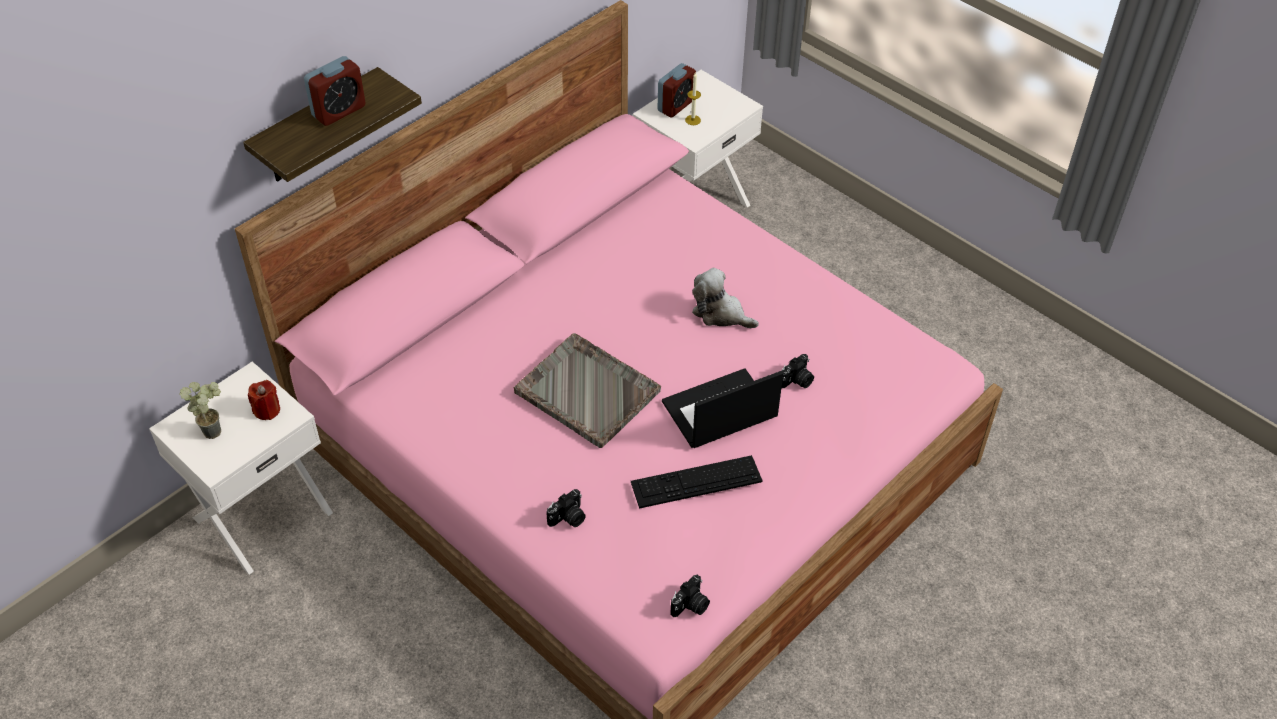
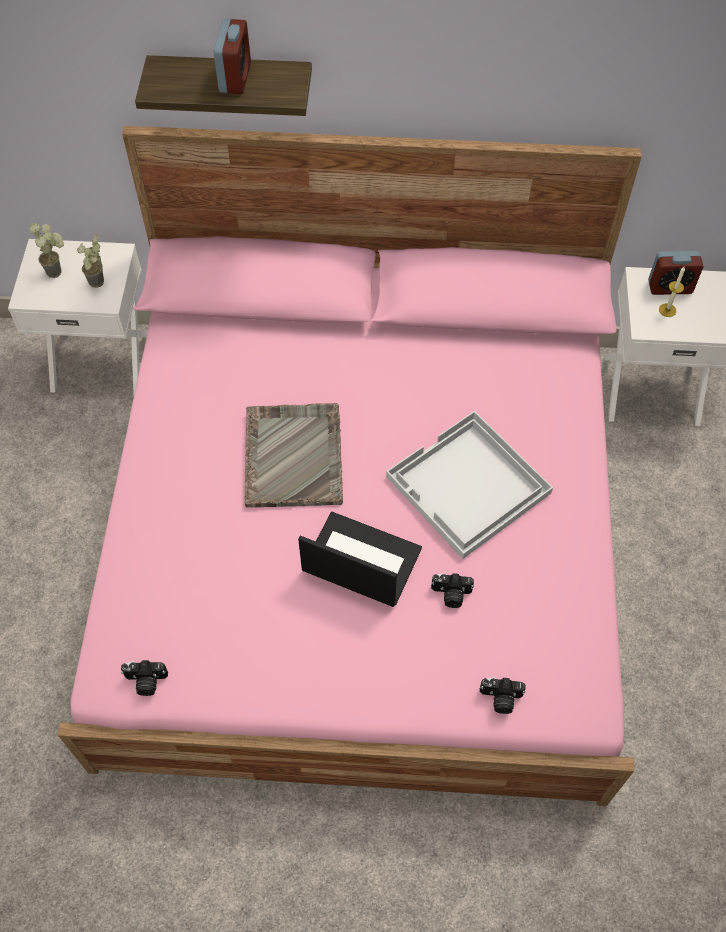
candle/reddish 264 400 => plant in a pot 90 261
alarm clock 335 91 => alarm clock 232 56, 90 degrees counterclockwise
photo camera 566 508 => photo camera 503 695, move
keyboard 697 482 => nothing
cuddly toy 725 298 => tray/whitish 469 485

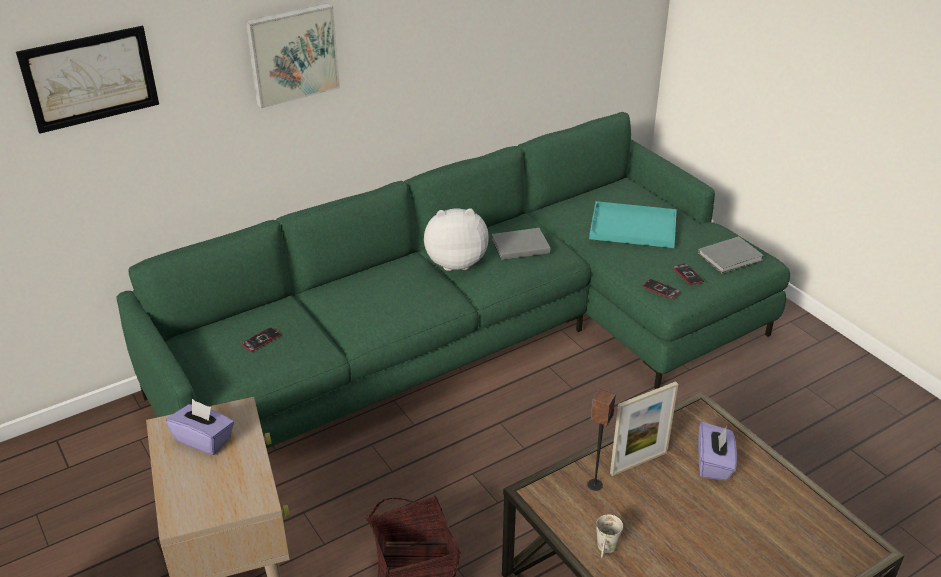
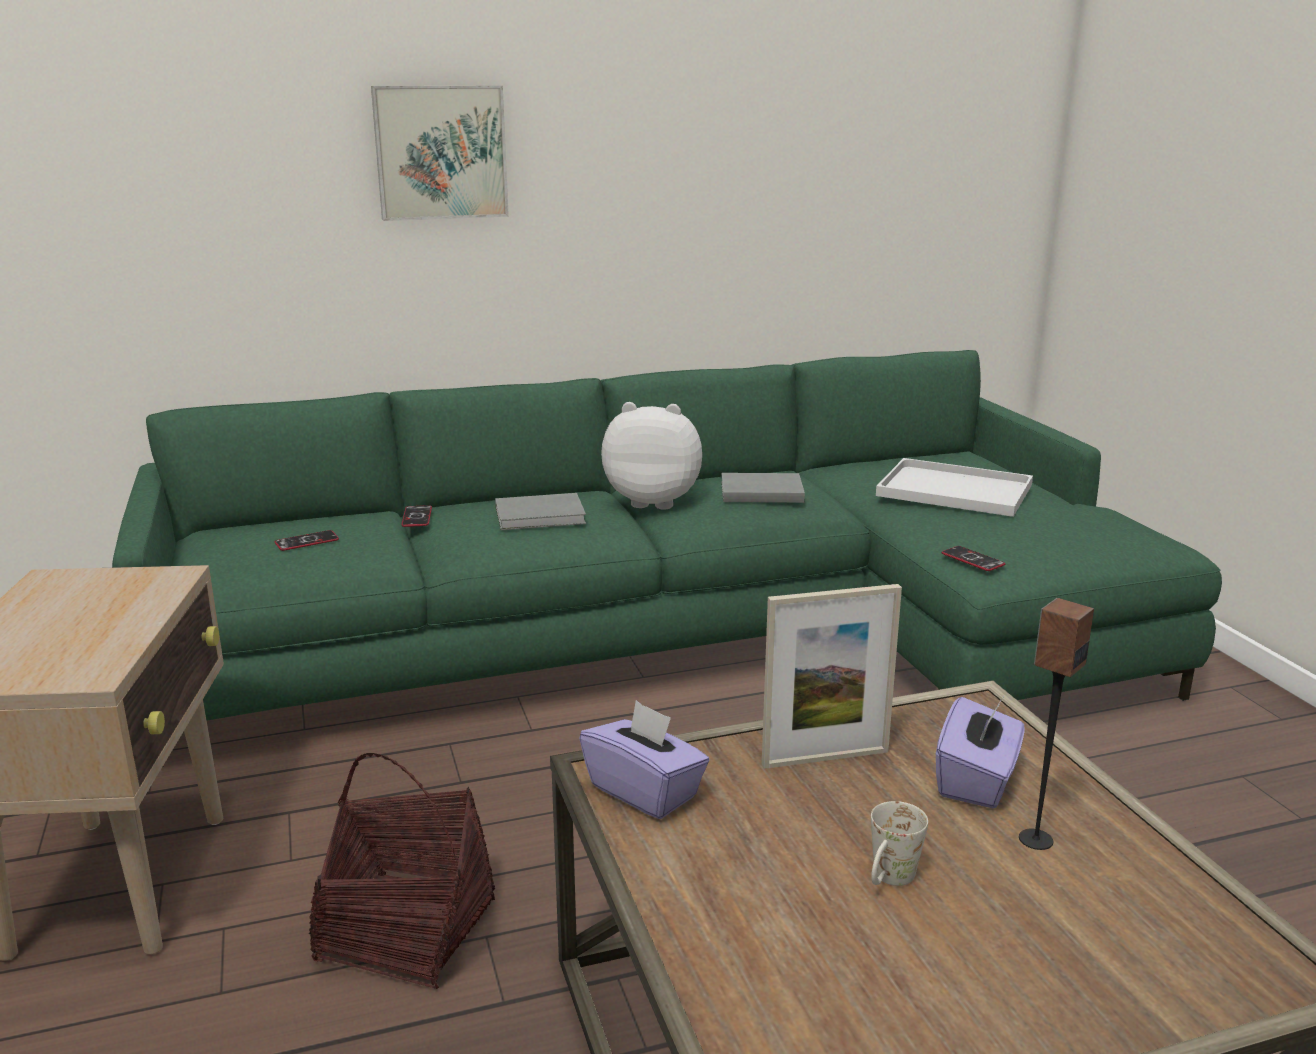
wall art 87 80 => nothing
tissue box/purplish 200 427 => tissue box/purplish 644 759, move
loudspeaker 601 440 => loudspeaker 1056 724, move
tray/turquoise 633 224 => tray/whitish 954 487
tea mug/whitish 609 536 => tea mug/whitish 899 843, move
phone 688 274 => phone 417 516, move
book/greyish 731 255 => book/greyish 540 511, move

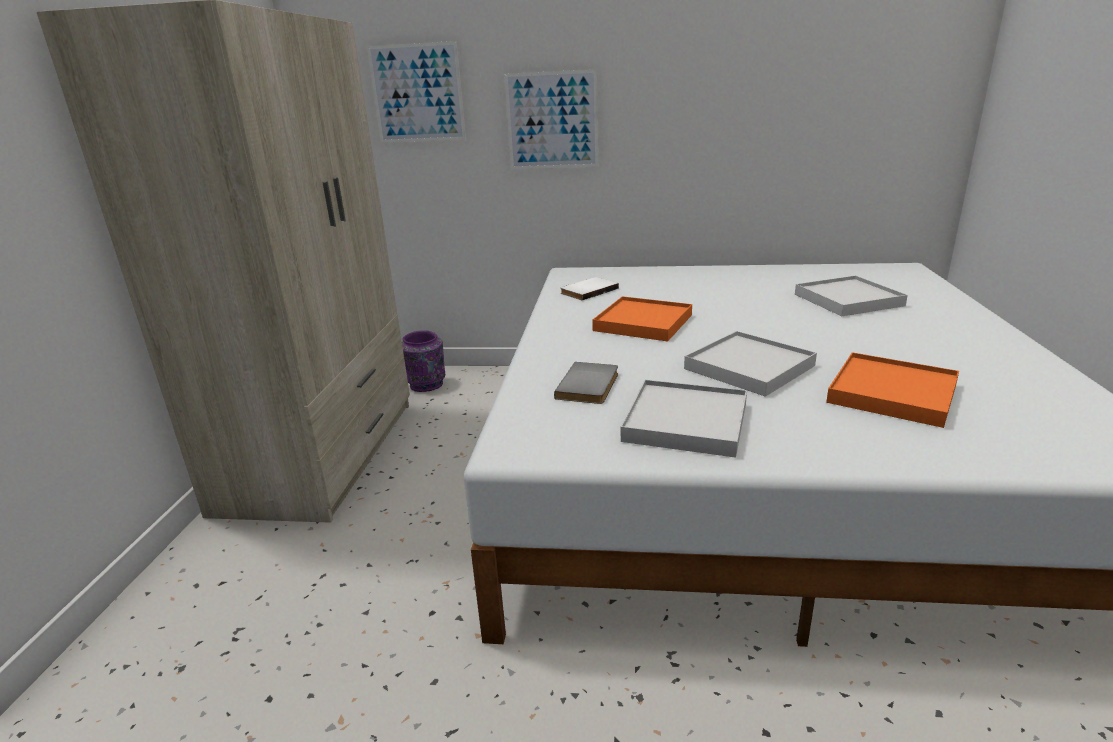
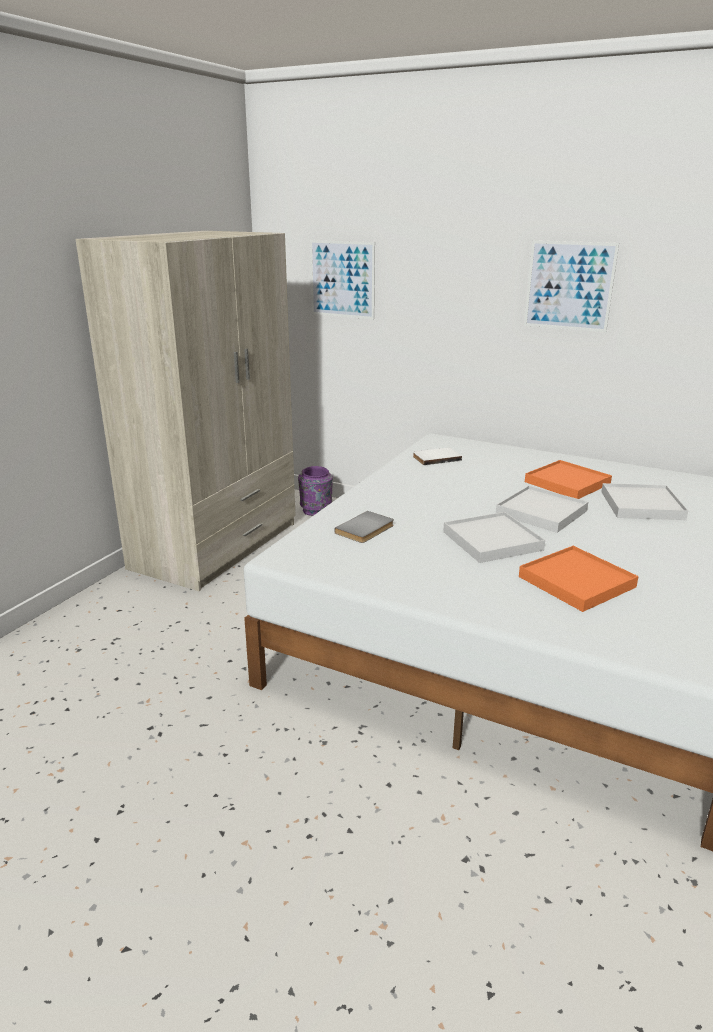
wall art 551 119 => wall art 571 286, move
tray/orangey 642 319 => tray/orangey 568 479, move
tray/whitish 684 419 => tray/whitish 542 509, move

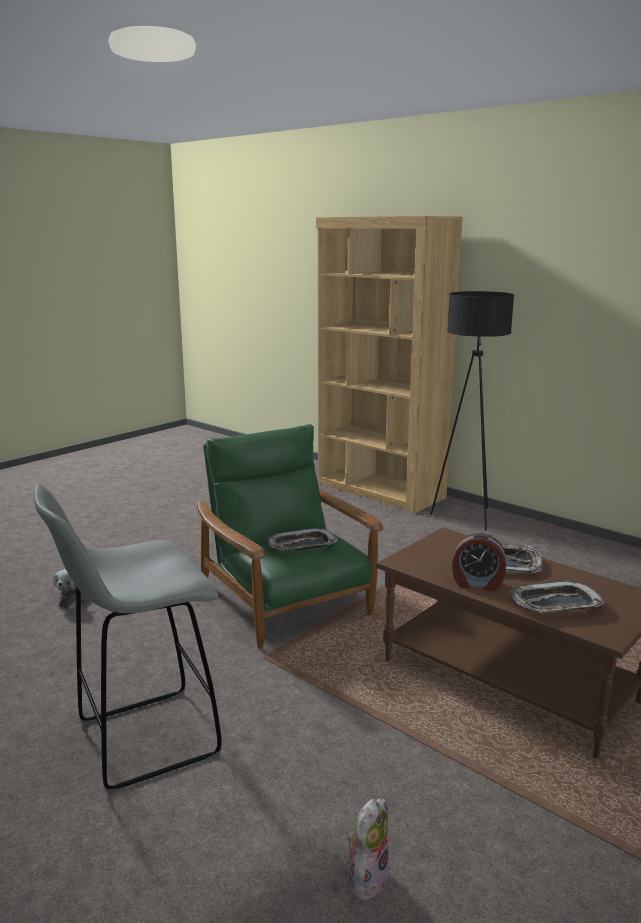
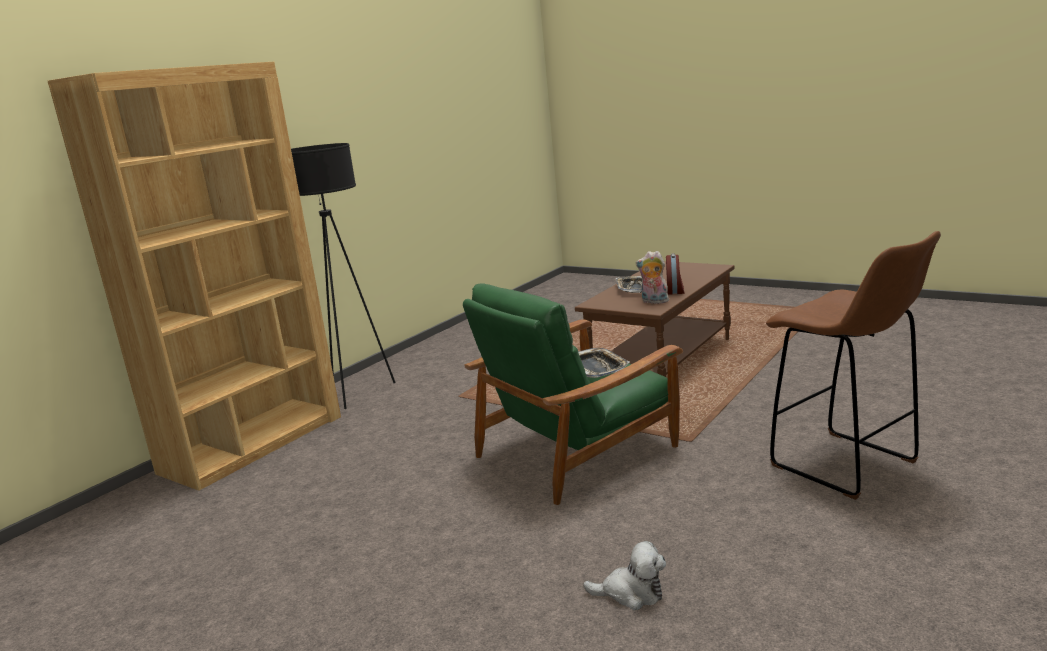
sitting stool/greyish 128 639 => sitting stool/brownish 853 365
cuddly toy 368 849 => cuddly toy 652 277, move
tray 557 597 => nothing

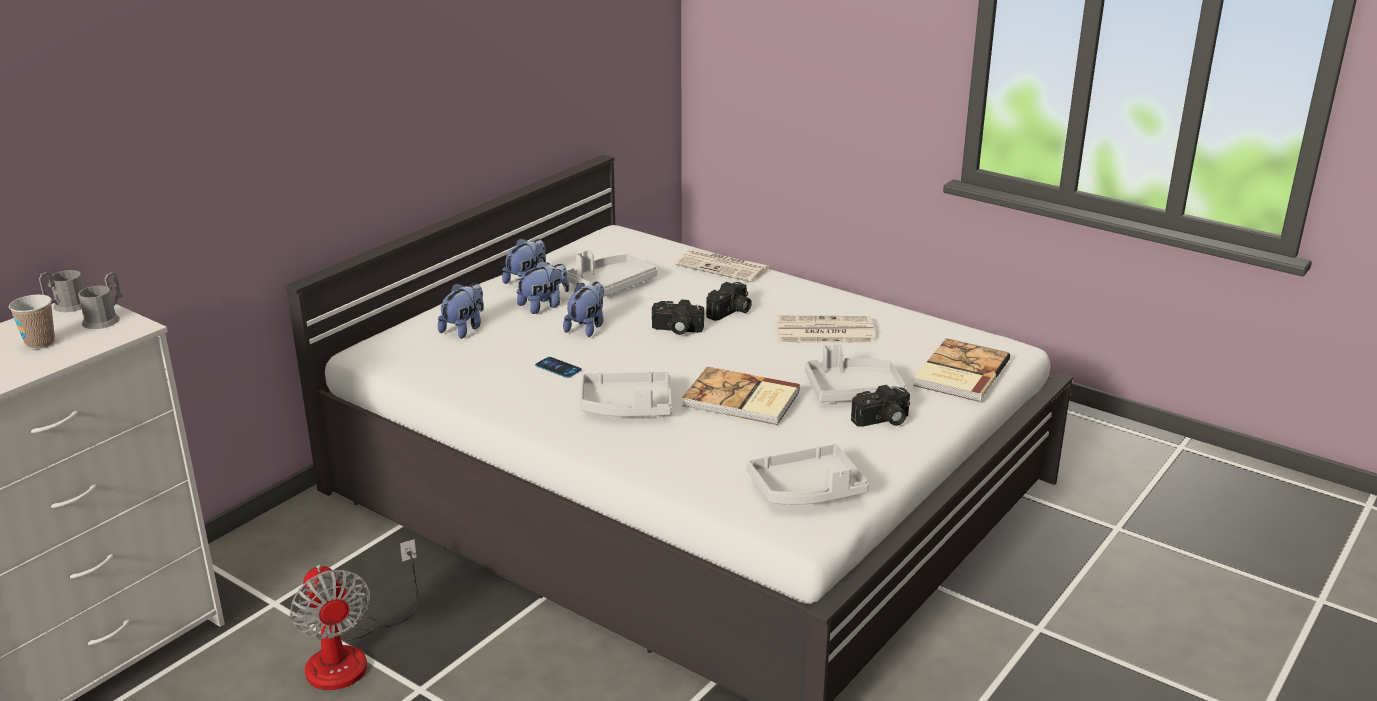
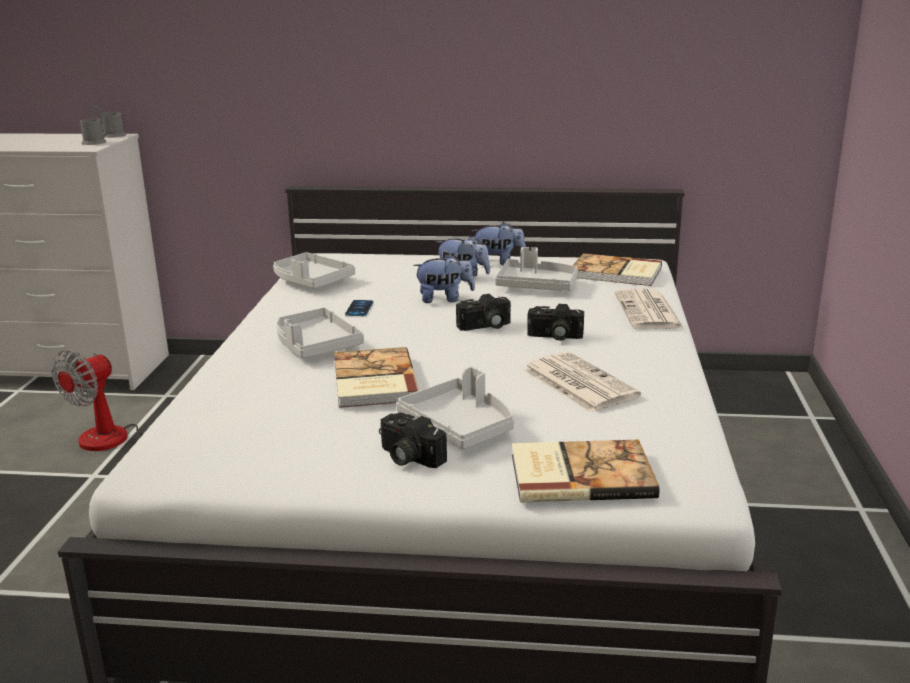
cup 32 322 => nothing
cuddly toy 461 311 => nothing
photo camera 678 317 => photo camera 483 312, 90 degrees counterclockwise
tray/greyish 808 474 => tray/greyish 314 270, move
nothing => book 617 269

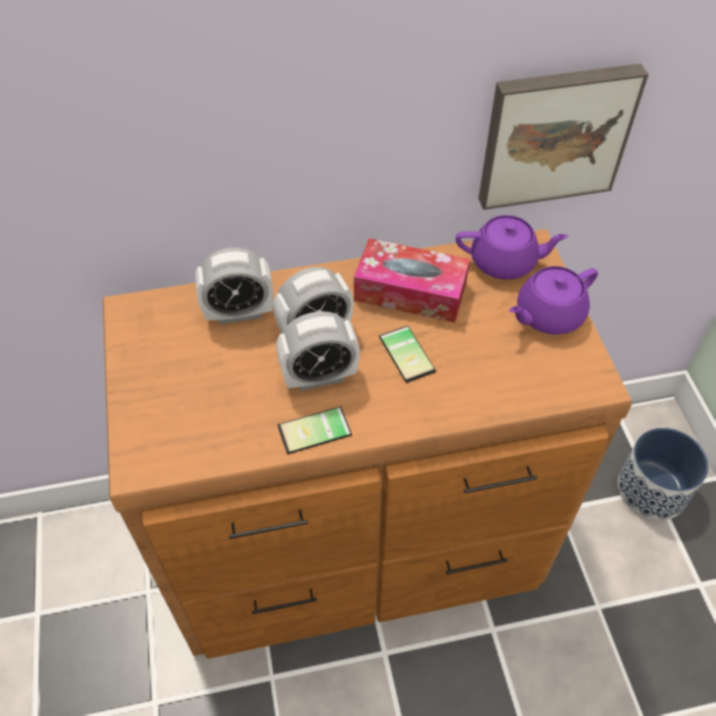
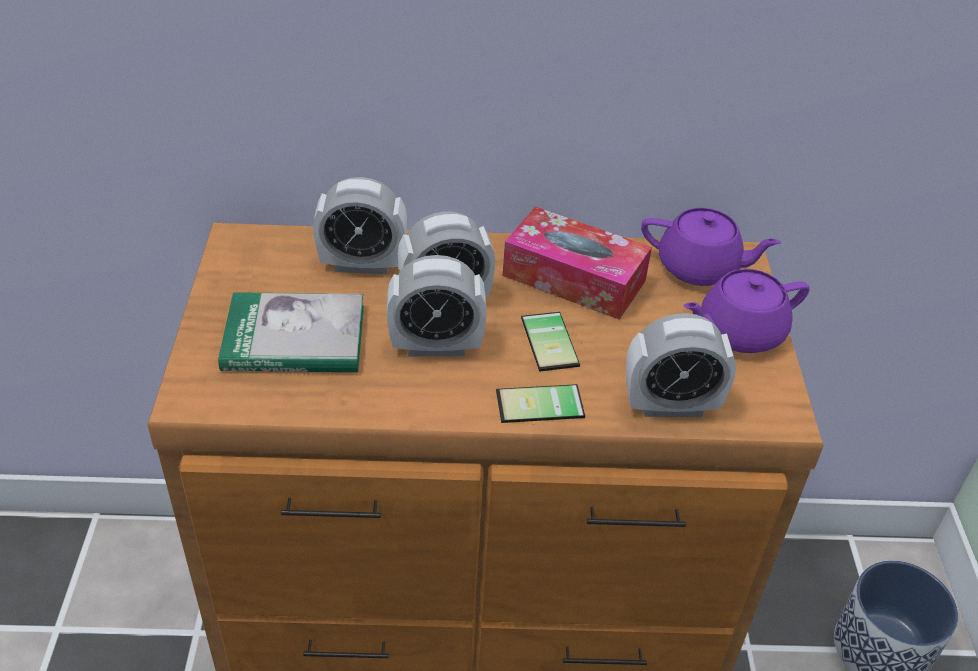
phone 314 430 => phone 540 403, move
wall art 563 137 => nothing
nothing => book 291 332
nothing => alarm clock 681 365

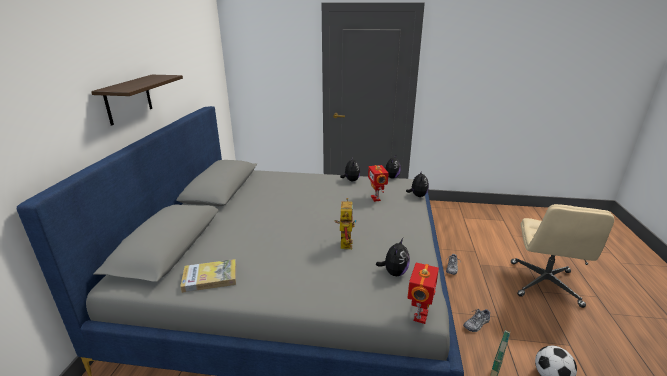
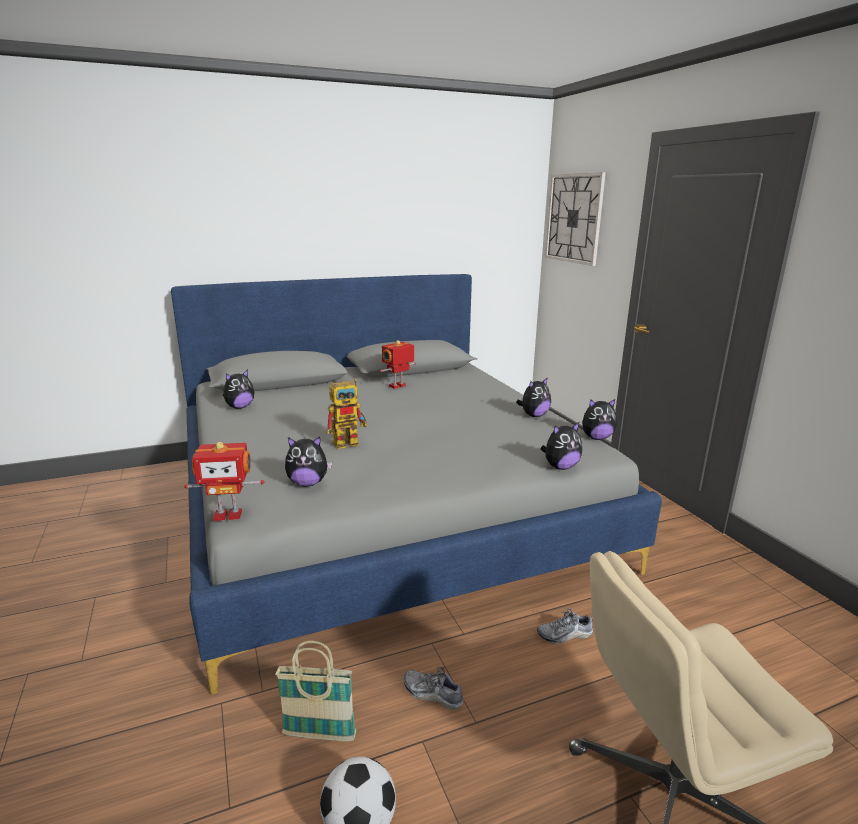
shelf 137 100 => nothing
book 208 276 => cuddly toy 238 389
toy robot 378 183 => toy robot 398 364, move
nothing => wall clock 575 219

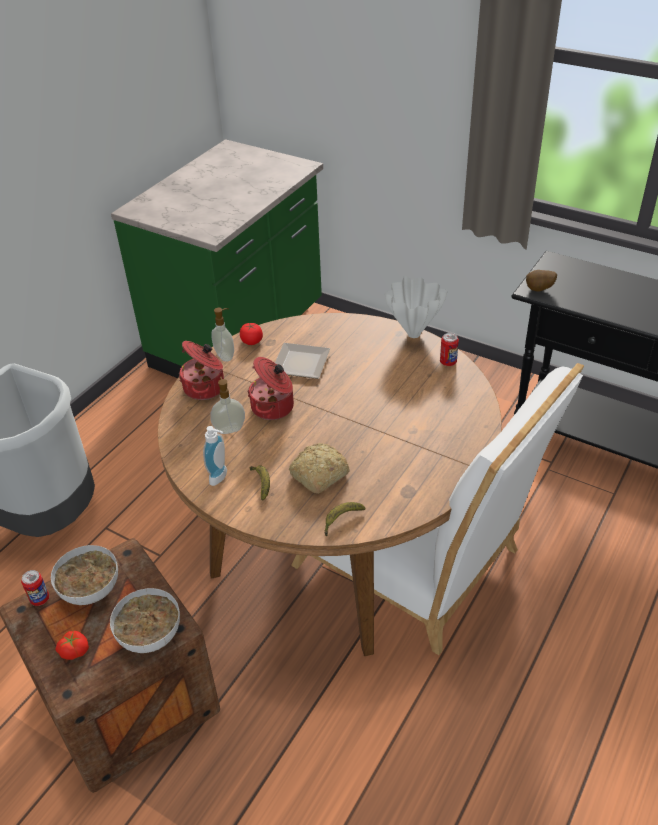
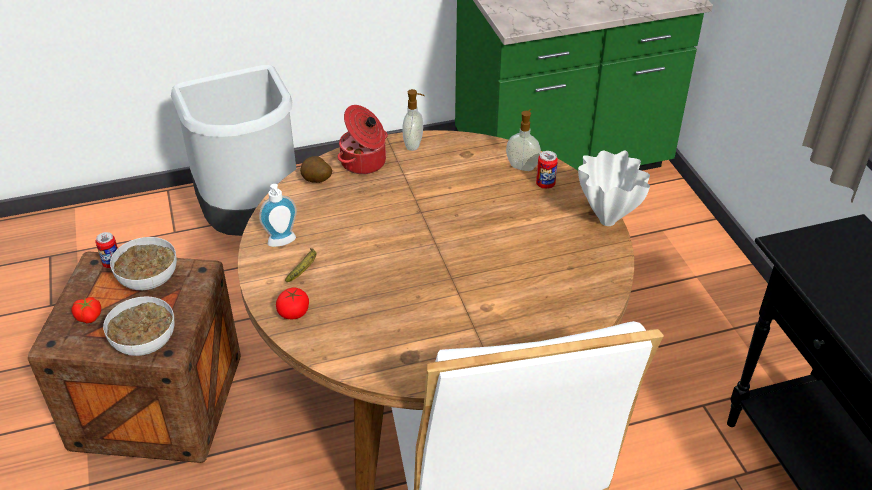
soap dispenser 228 405 => soap dispenser 523 140, move
whole tomato 251 334 => whole tomato 292 303, move
saucepot 270 388 => nothing
dinner plate 302 361 => nothing
bakery bread 319 468 => nothing
banana fruit 345 519 => nothing
metal can 449 349 => metal can 547 170, move
potato 541 281 => potato 316 169, move

